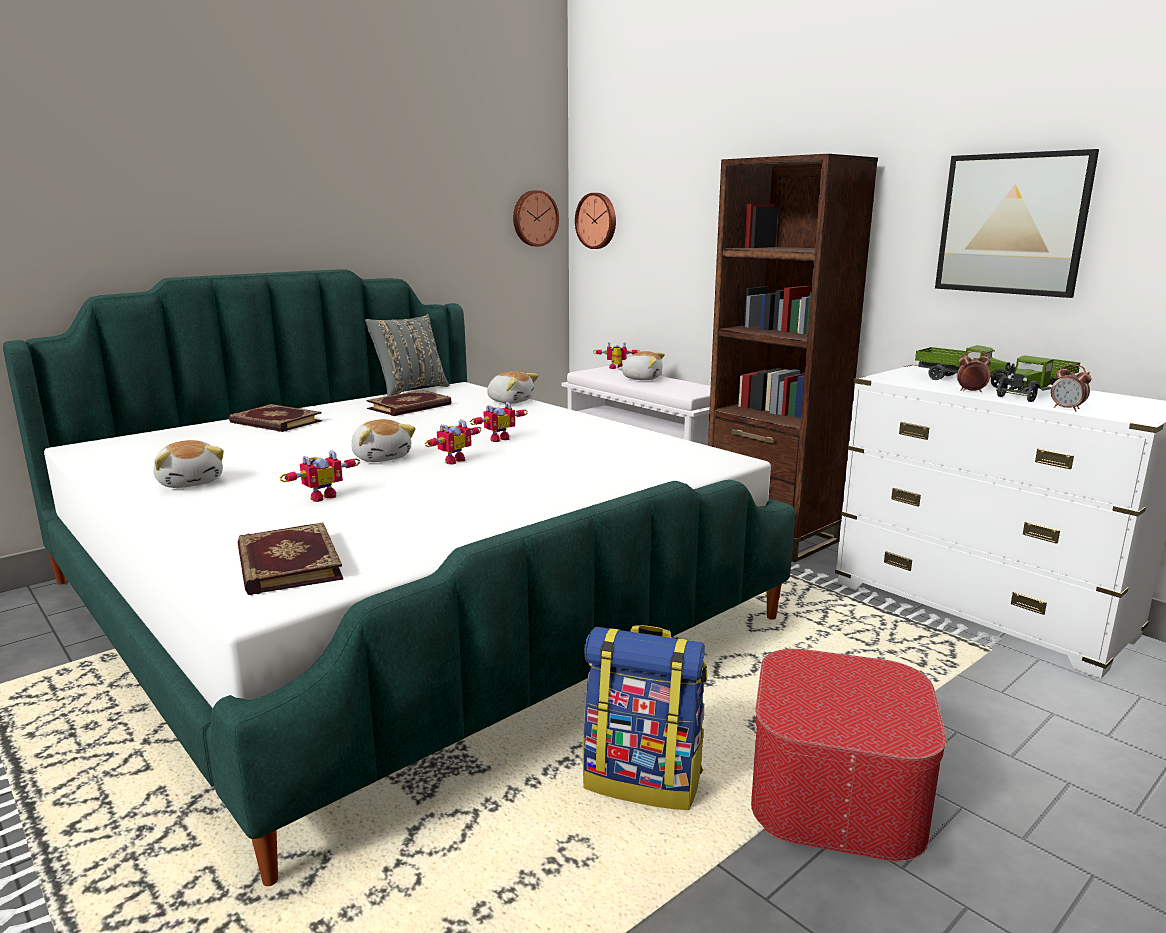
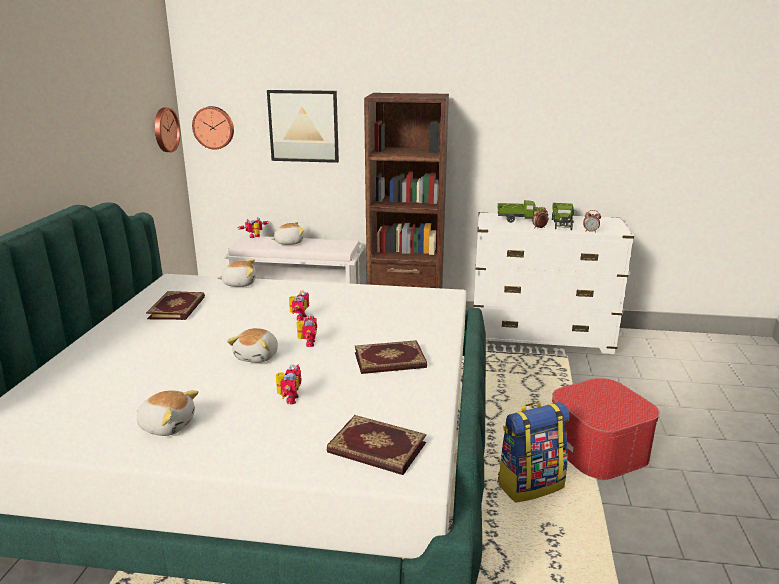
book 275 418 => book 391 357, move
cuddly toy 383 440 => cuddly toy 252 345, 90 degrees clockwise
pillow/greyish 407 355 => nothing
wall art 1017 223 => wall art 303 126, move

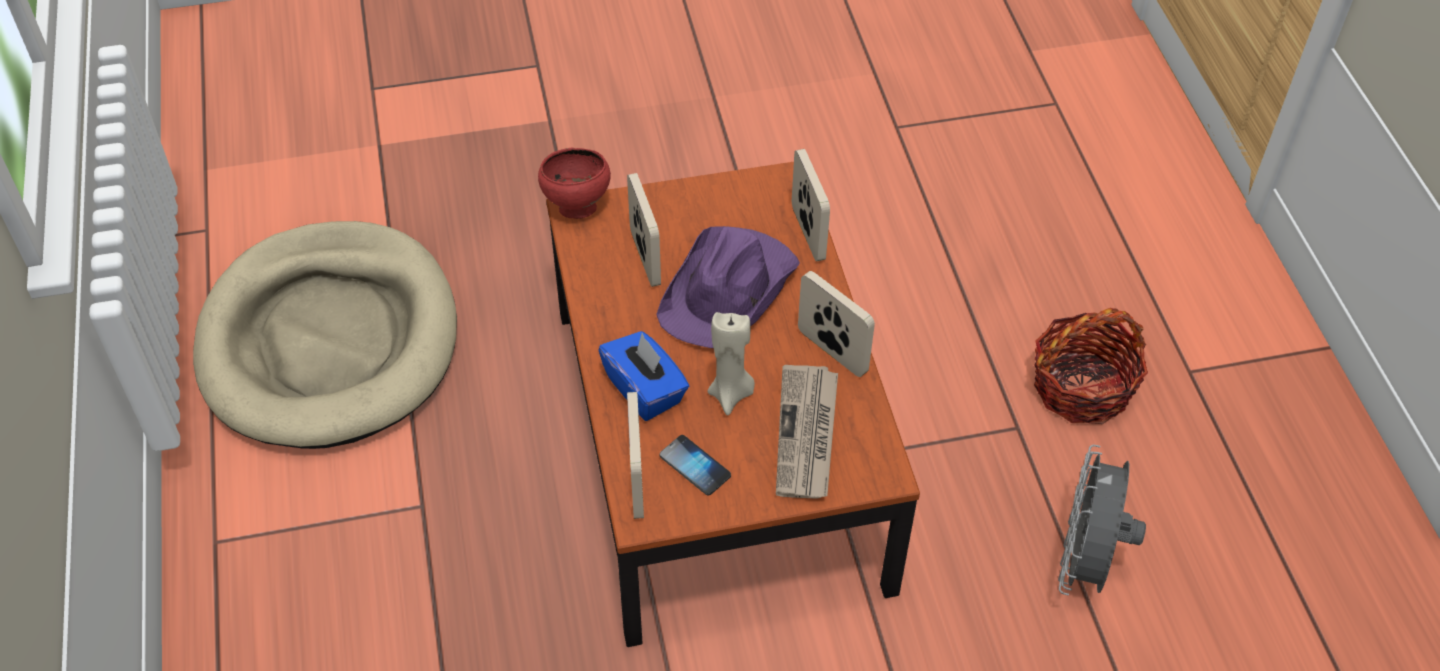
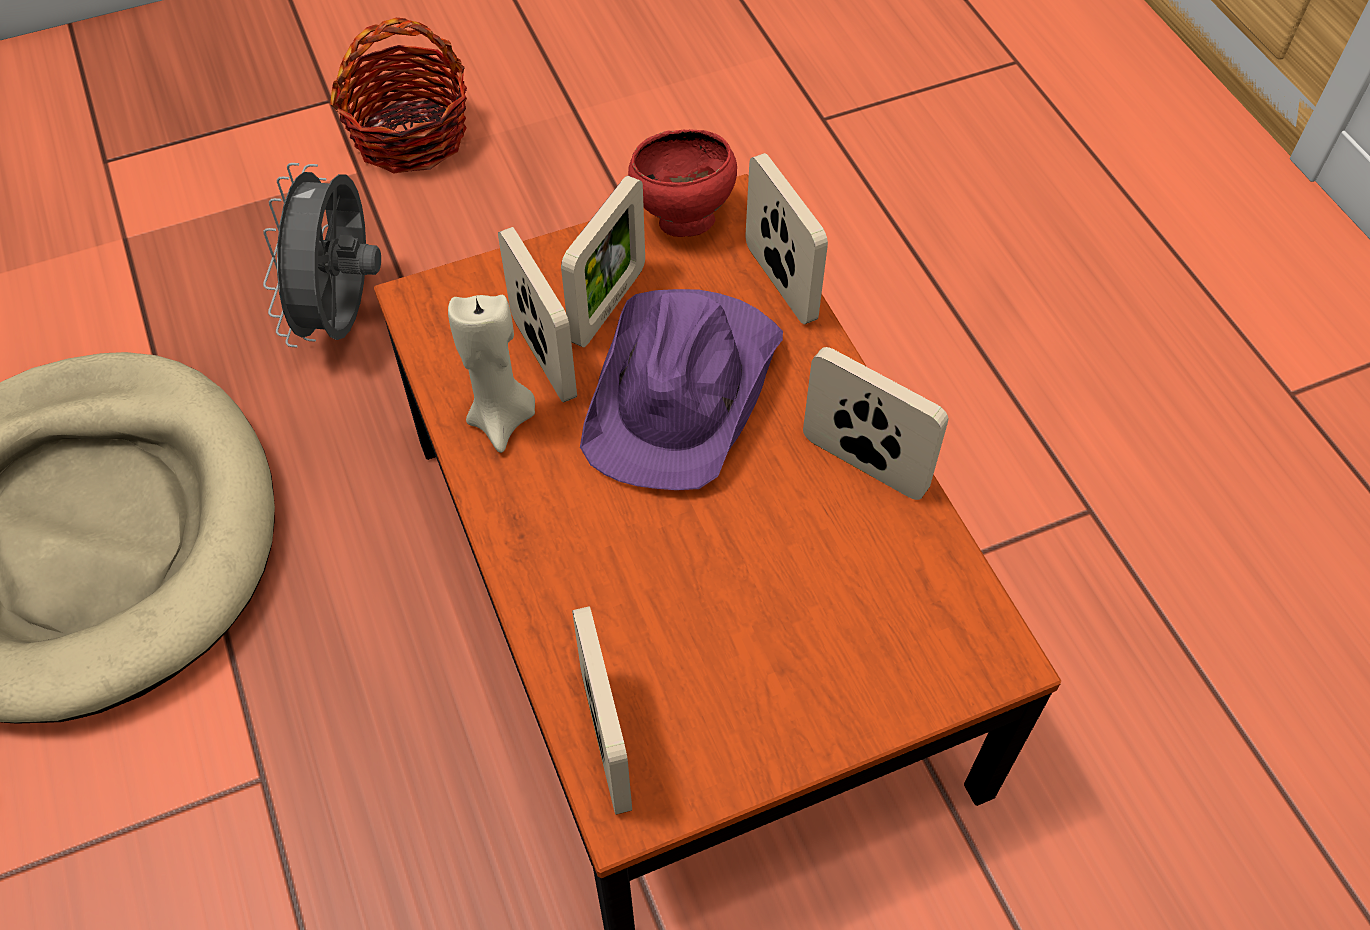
bowl/reddish 574 183 => bowl/reddish 682 183, move
tissue box/bluish 643 376 => nothing
phone 695 465 => nothing
candle/beige-coloured 731 363 => candle/beige-coloured 491 374, move
newspaper 807 432 => nothing
storage basket 1091 366 => storage basket 398 95, move
fan/greyish 1102 520 => fan/greyish 322 255, move
nothing => picture frame 603 261

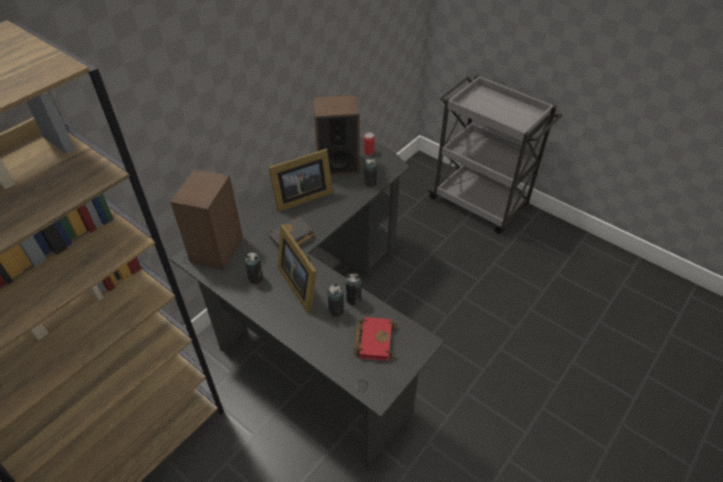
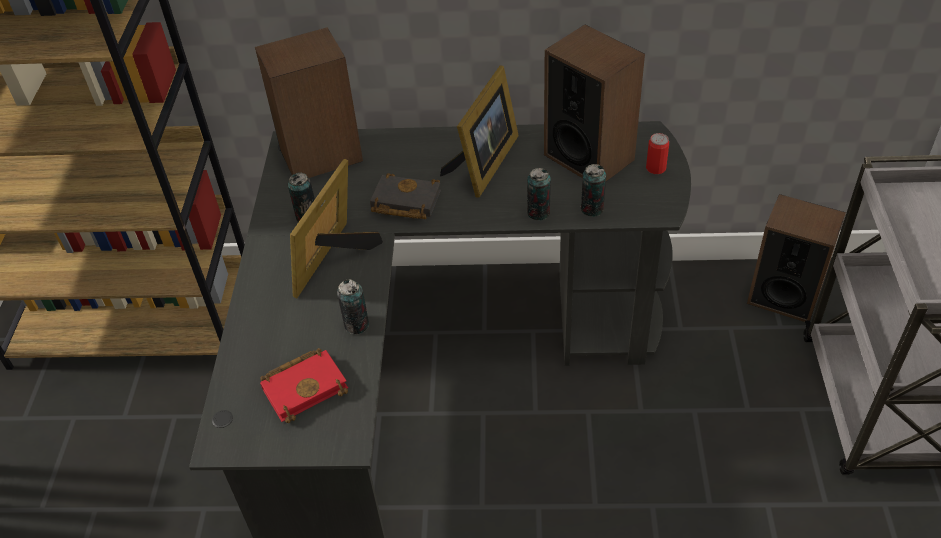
picture frame 300 180 => picture frame 479 132, 90 degrees counterclockwise
metal can 335 300 => metal can 539 194, move
nothing => loudspeaker 796 258

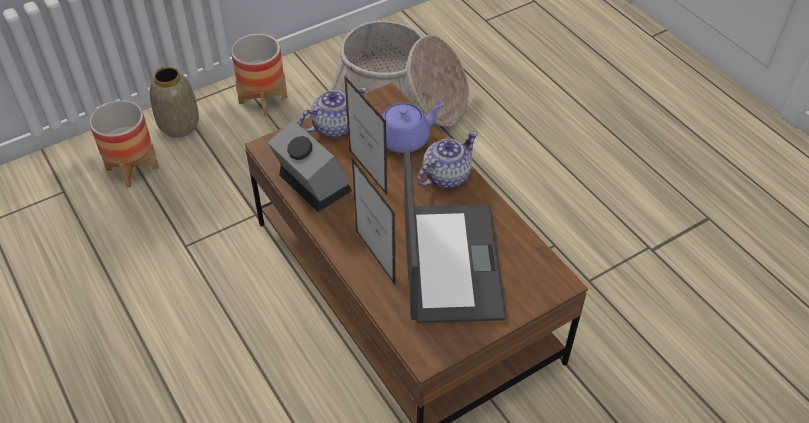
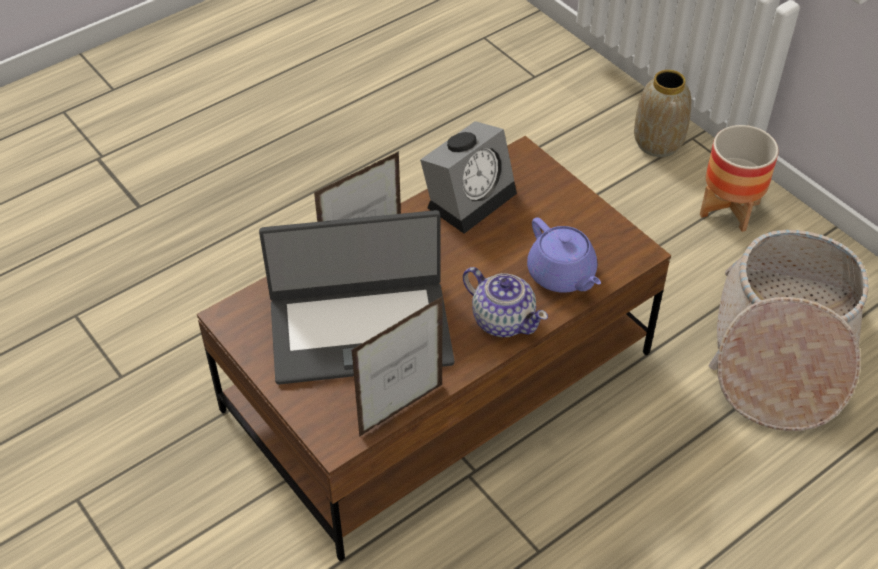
planter 124 144 => nothing
tea pot 333 112 => nothing
picture frame 365 135 => picture frame 397 367, move

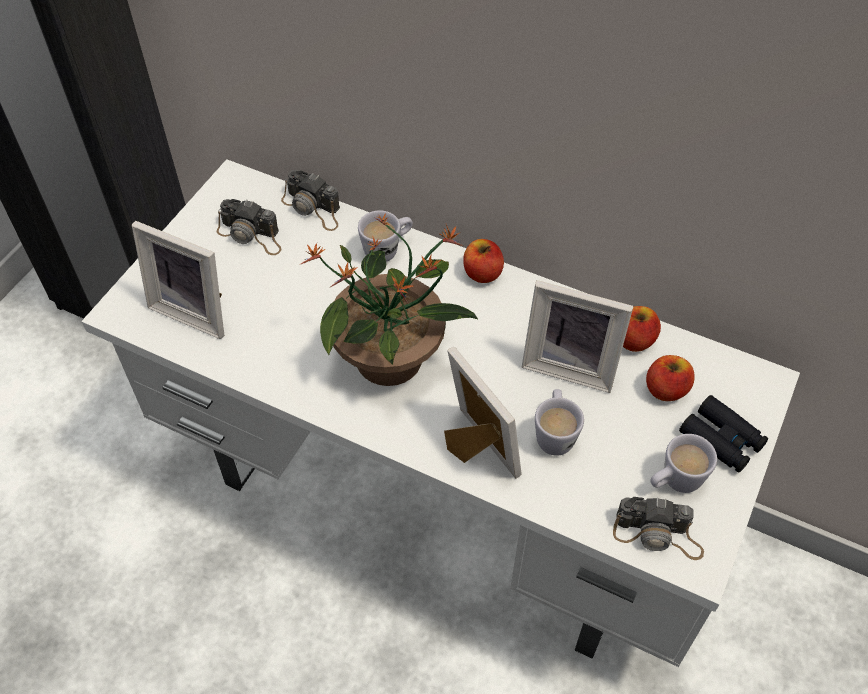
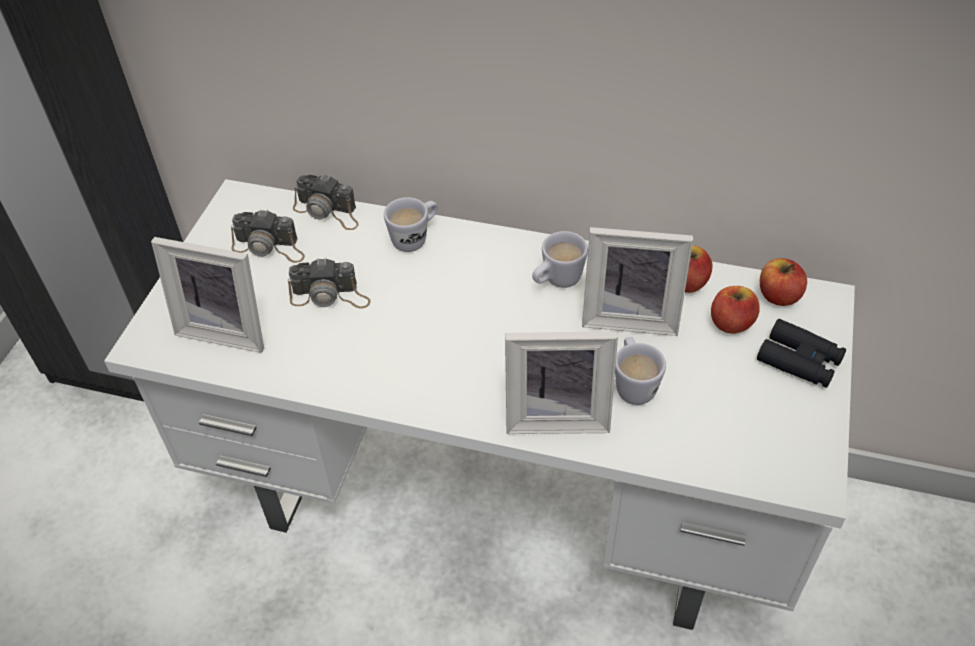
plant in a pot 389 300 => nothing
picture frame 483 413 => picture frame 561 383, 135 degrees clockwise
whole apple 483 261 => whole apple 783 282, move
photo camera 658 528 => photo camera 329 283, move
tea mug/whitish 683 463 => tea mug/whitish 560 259, move

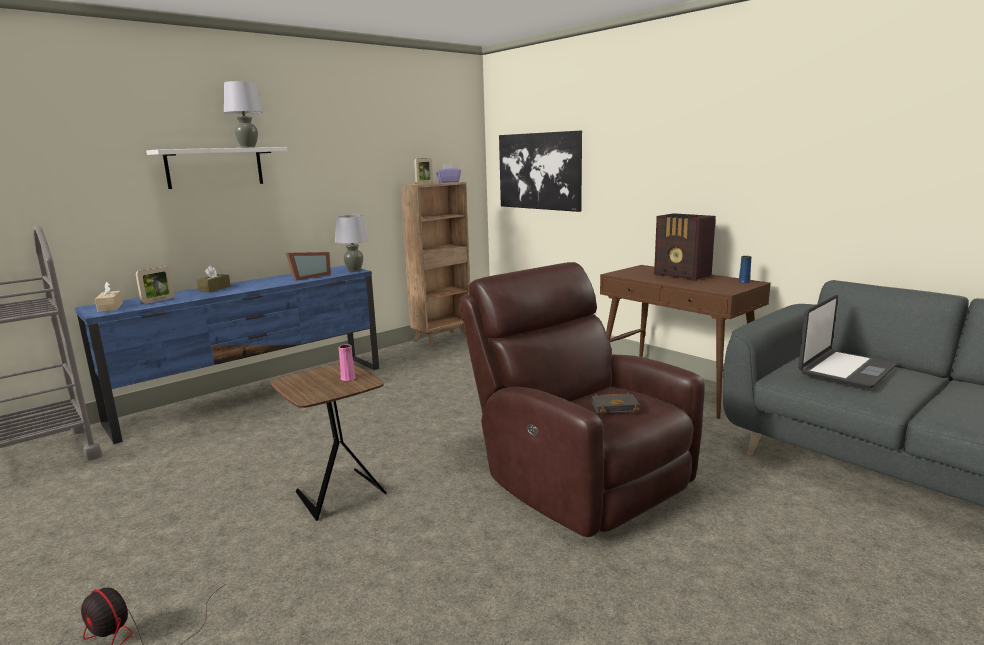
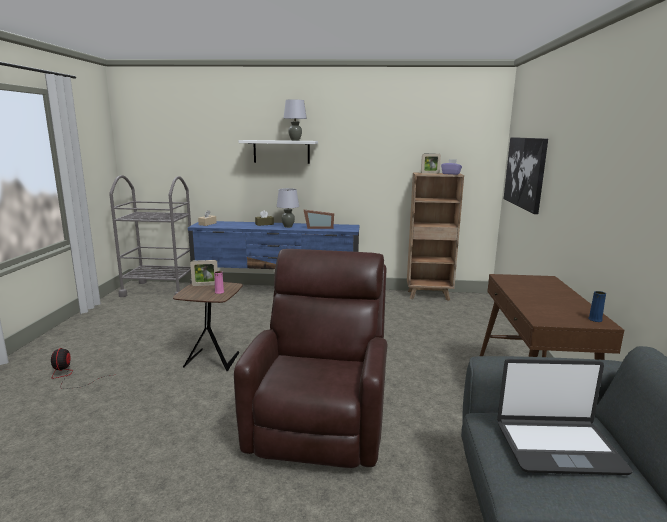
picture frame 155 285 => picture frame 204 273, move
tabletop lamp/greyish 352 243 => tabletop lamp/greyish 288 208, move
book/black 615 403 => nothing
radio receiver 685 247 => nothing

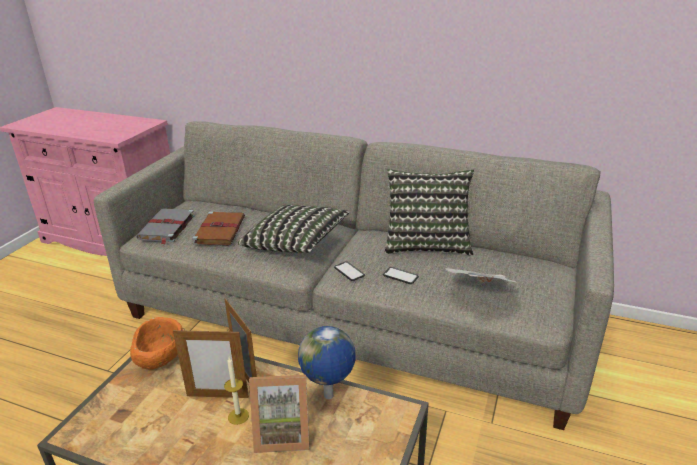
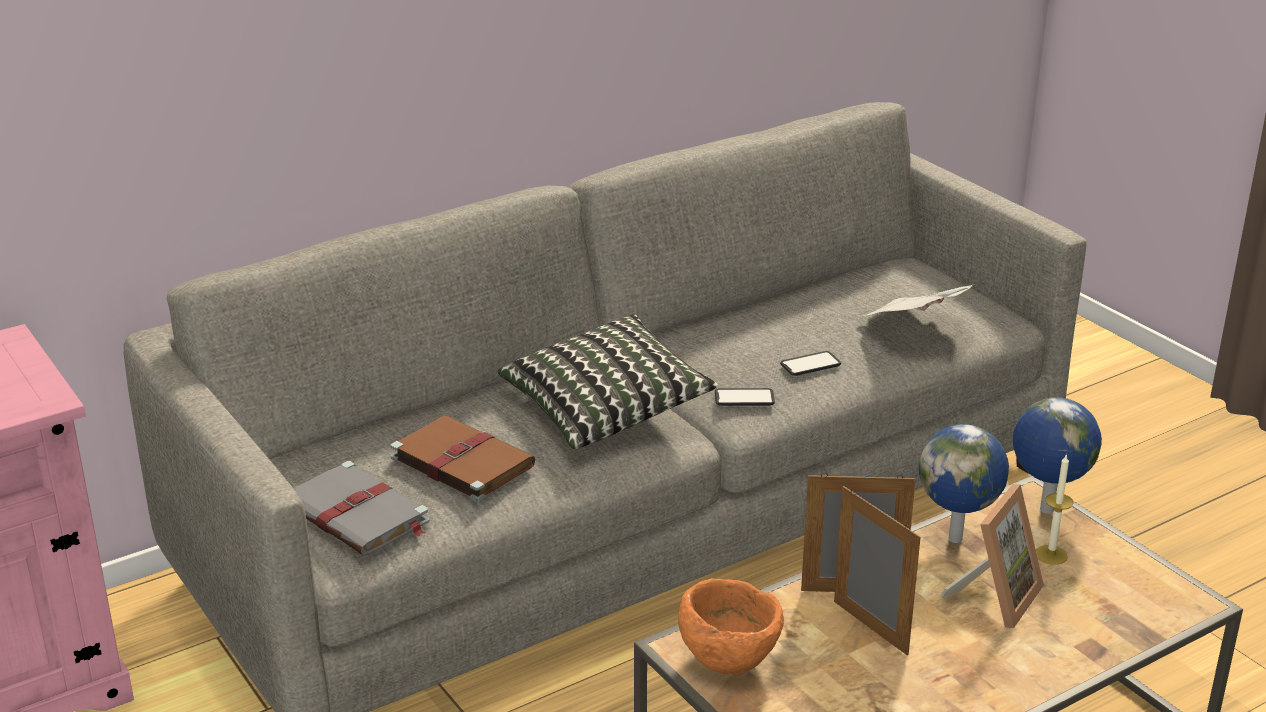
picture frame 211 363 => picture frame 877 570, 75 degrees counterclockwise
candle 236 391 => candle 1055 509, move
pillow 429 212 => nothing
nothing => globe 1057 455

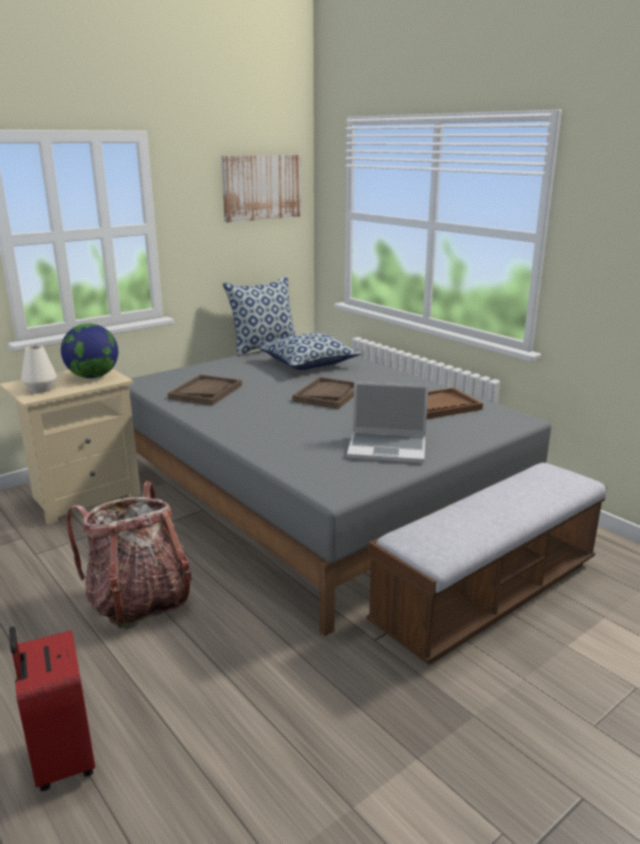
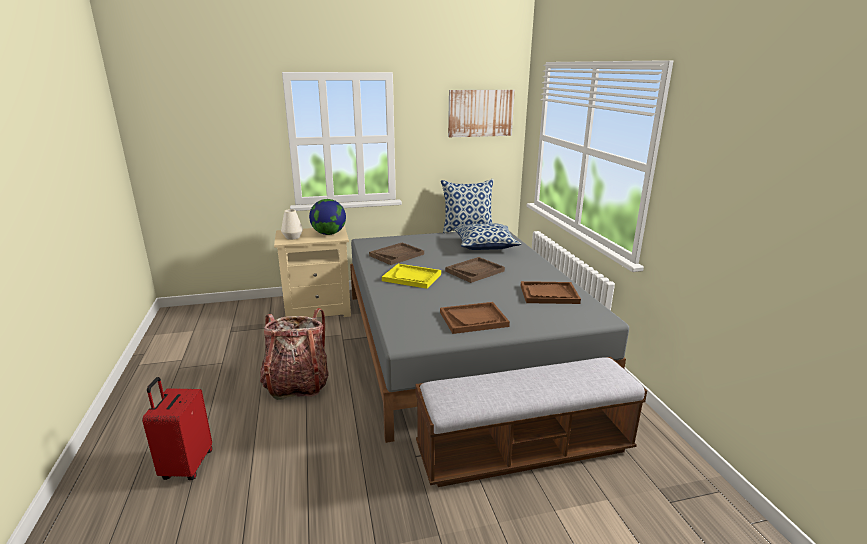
notebook computer 388 422 => tray/brownish 475 318
nothing => tray/yellow 411 276

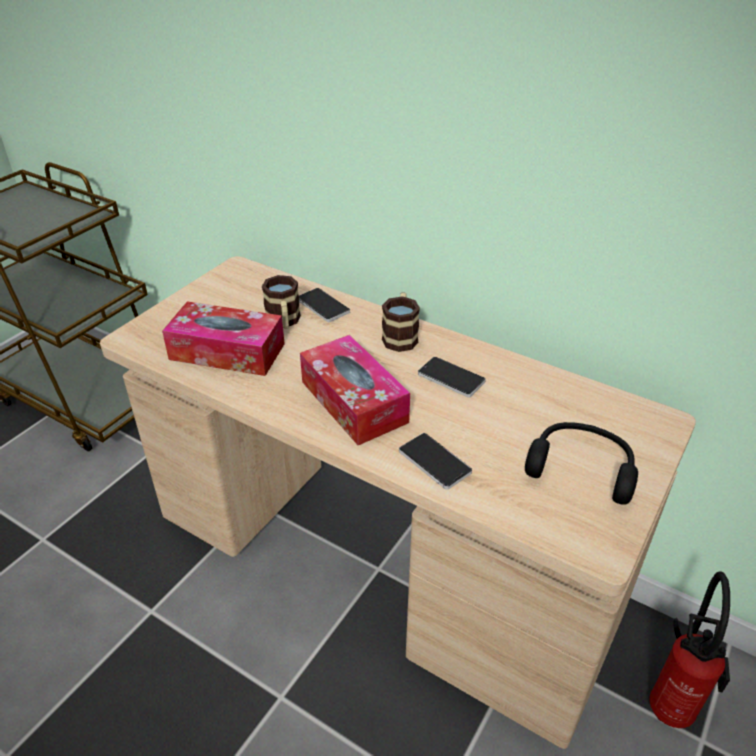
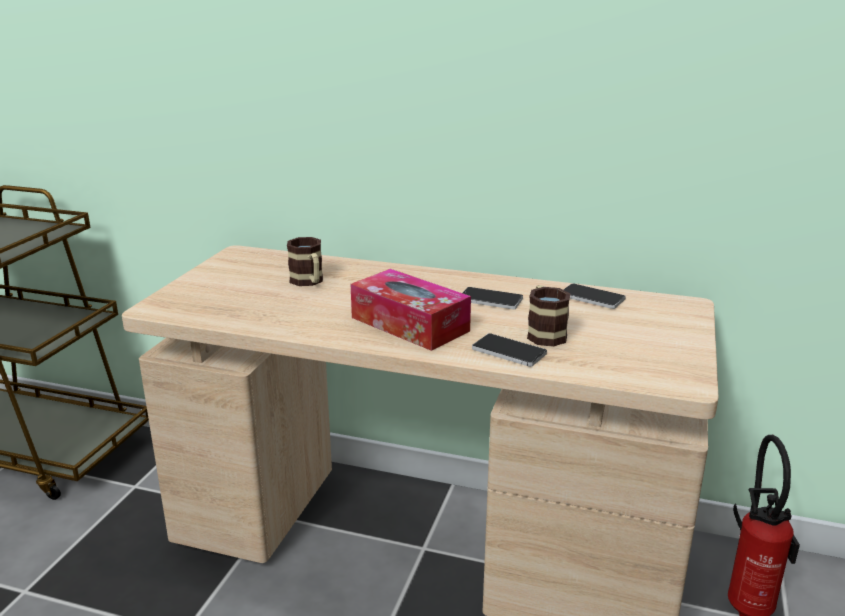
tissue box 223 338 => nothing
phone 324 305 => phone 594 296, move
tea mug 401 322 => tea mug 549 316, move
headset/black 581 463 => nothing

